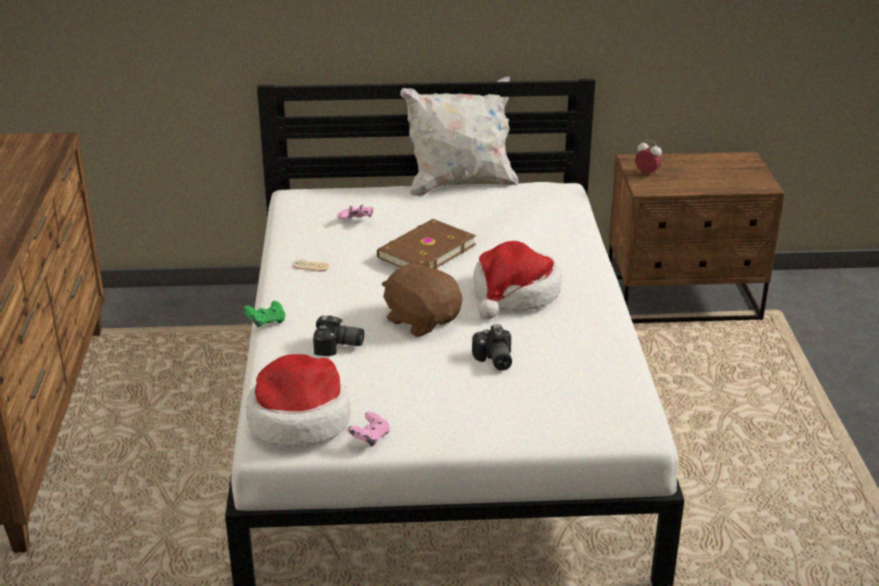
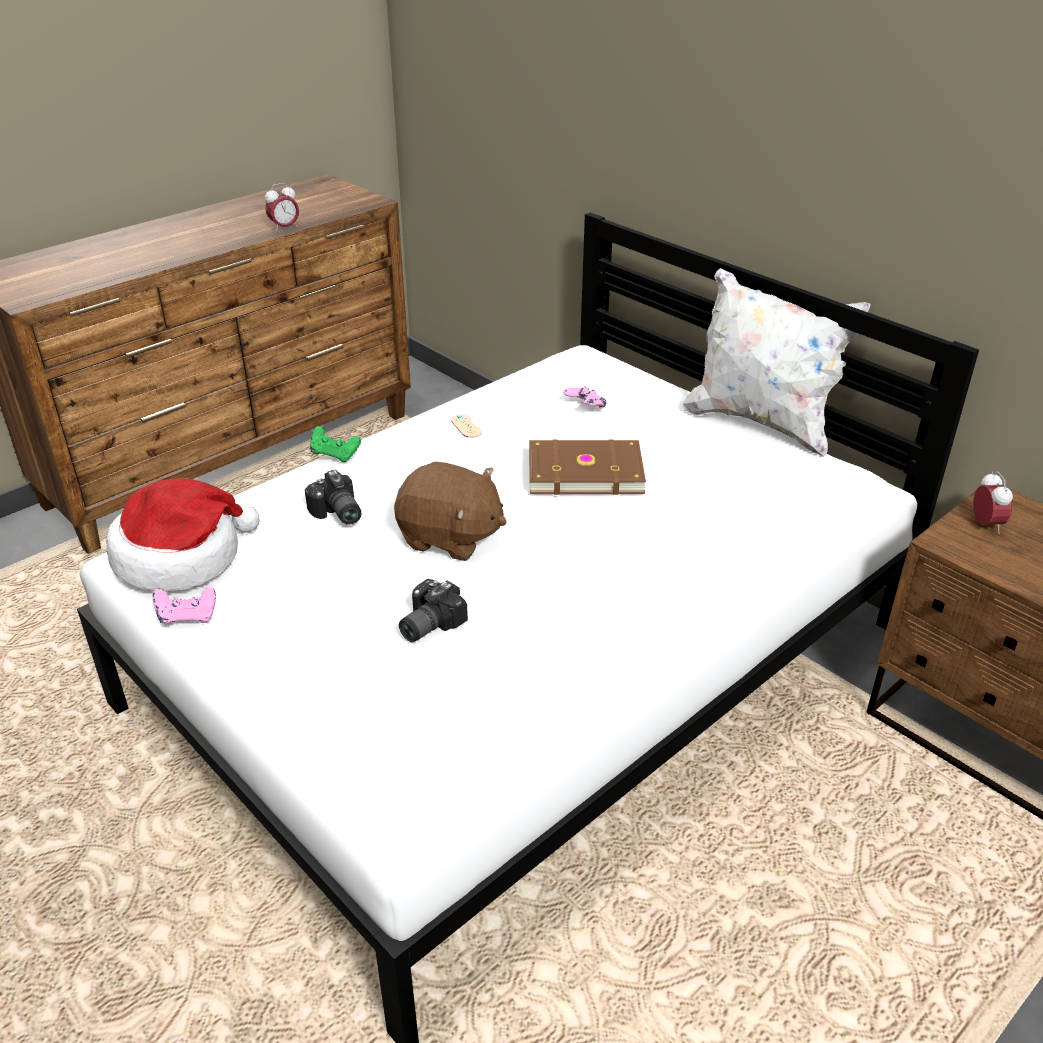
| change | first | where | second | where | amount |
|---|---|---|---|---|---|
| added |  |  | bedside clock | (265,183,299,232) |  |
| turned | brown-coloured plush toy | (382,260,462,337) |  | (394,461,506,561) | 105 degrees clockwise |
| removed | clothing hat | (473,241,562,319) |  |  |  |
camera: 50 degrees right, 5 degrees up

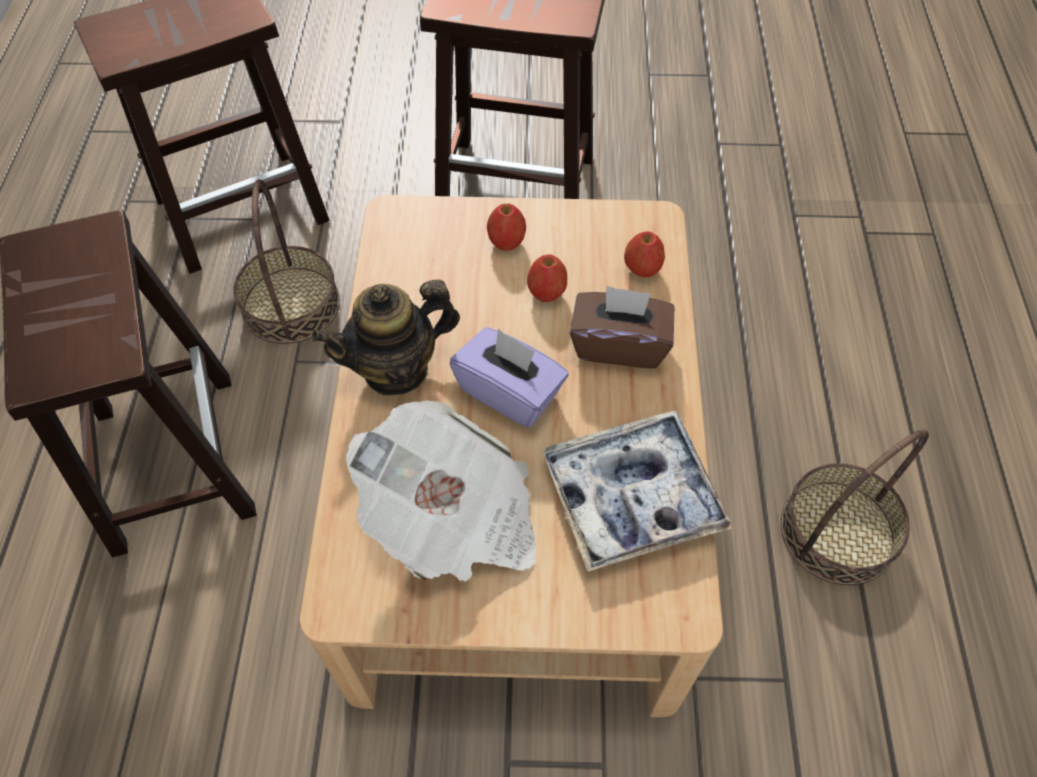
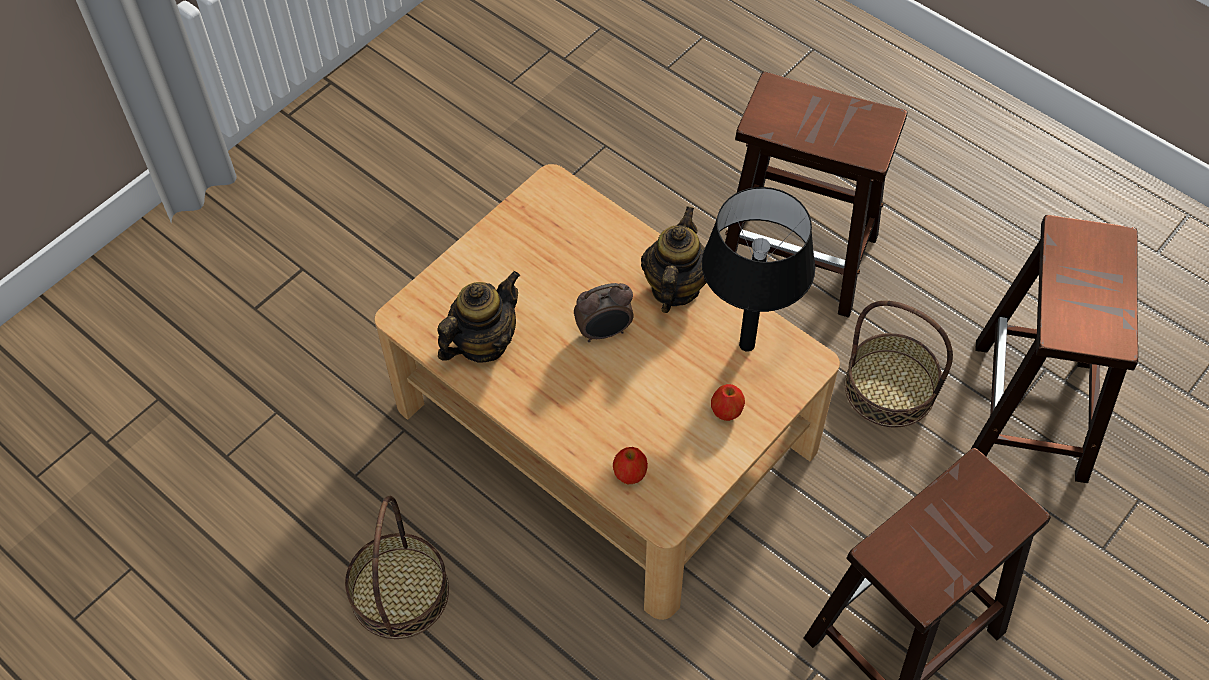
| change | first | where | second | where | amount |
|---|---|---|---|---|---|
| replaced | tray | (543,410,732,571) | teapot | (437,271,520,363) |  |
| replaced | purple tissue box | (450,328,568,428) | bedside clock | (574,283,634,342) |  |
| added |  |  | blackish lamp for a table | (702,187,815,352) |  |
| removed | printed paper | (346,400,537,582) |  |  |  |
| removed | whole apple | (527,254,567,302) |  |  |  |
| removed | brown-coloured tissue box | (570,286,674,368) |  |  |  |
camera: 130 degrees right, 0 degrees up

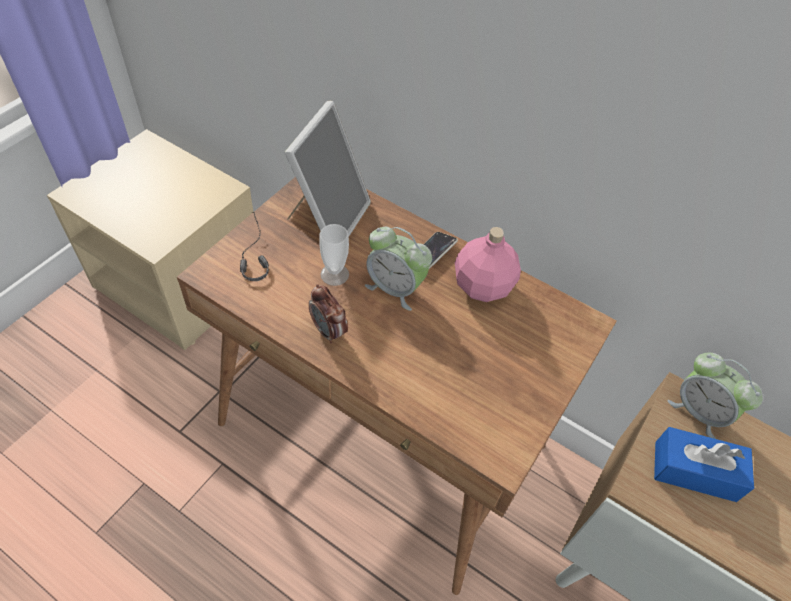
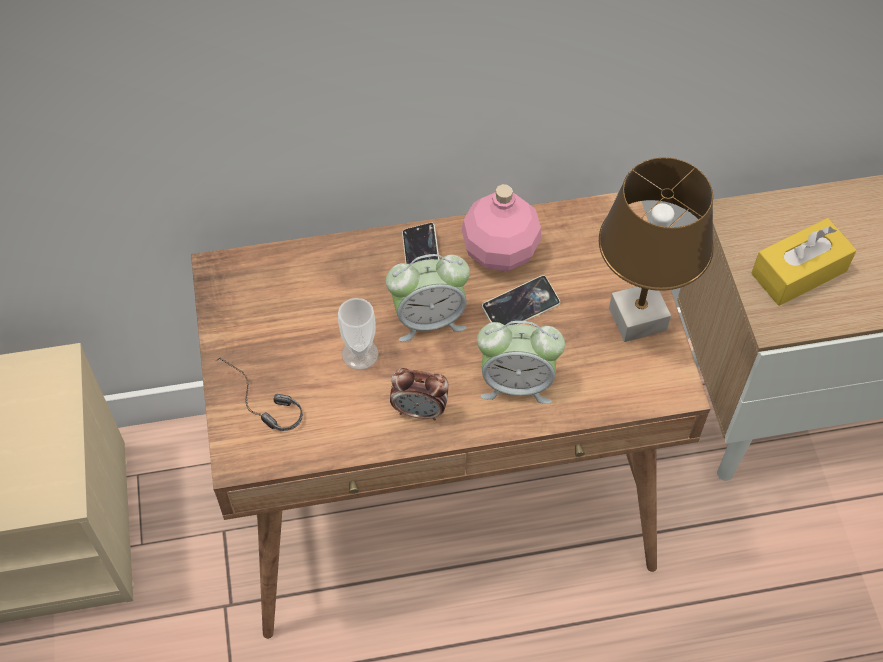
| change | first | where | second | where | amount |
|---|---|---|---|---|---|
| moved | bedside clock | (668,353,763,439) |  | (477,321,565,404) |  |
| added |  |  | telephone | (482,275,560,325) |  |
| added |  |  | brown-coloured lamp for a table | (599,157,713,342) |  |
| recoloured | bluish tissue box | (654,427,754,502) | yellow-coloured tissue box | (751,218,857,306) |  |
| removed | photo frame | (285,101,371,236) |  |  |  |
camera: 40 degrees left, 5 degrees up

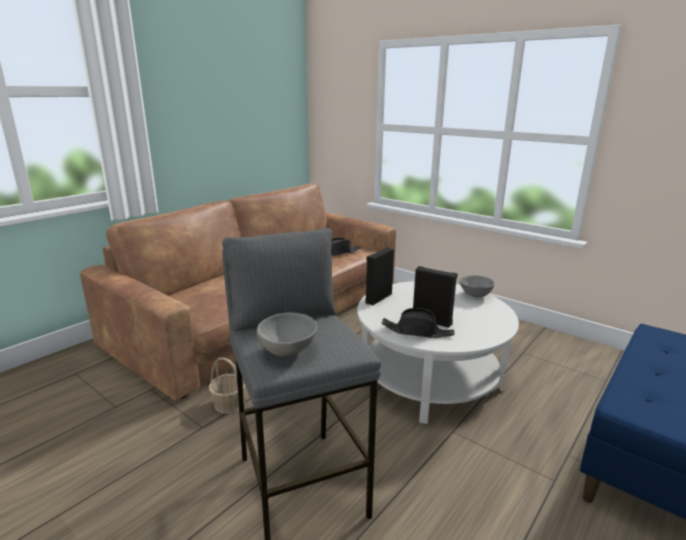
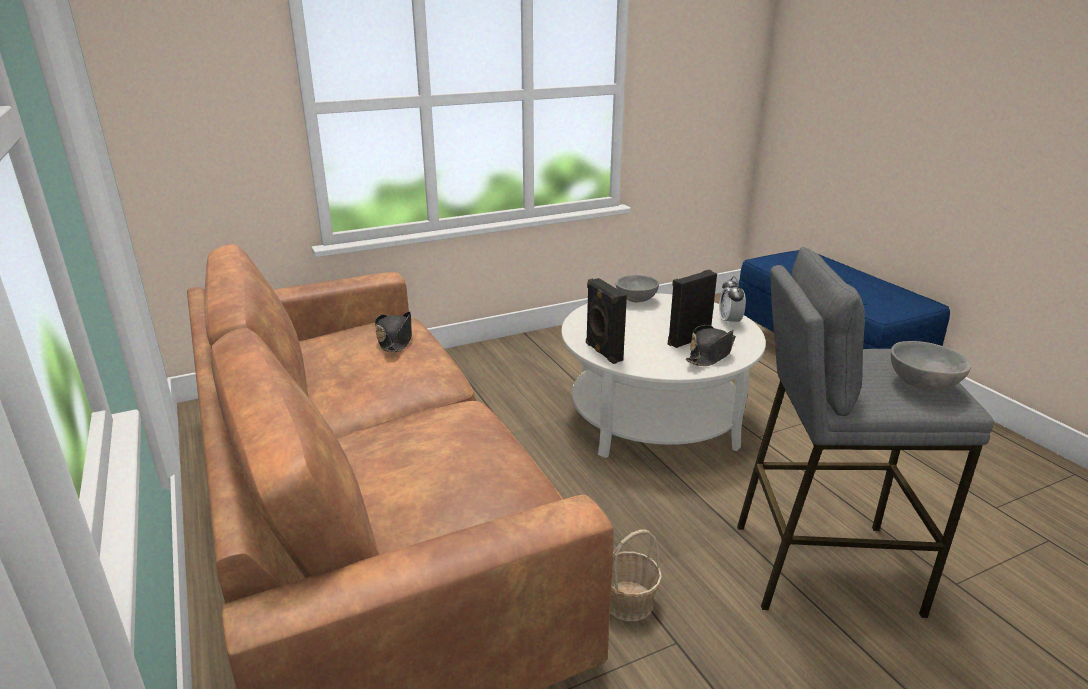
| change | first | where | second | where | amount |
|---|---|---|---|---|---|
| added |  |  | bedside clock | (719,276,746,326) |  |
camera: 65 degrees left, 5 degrees up

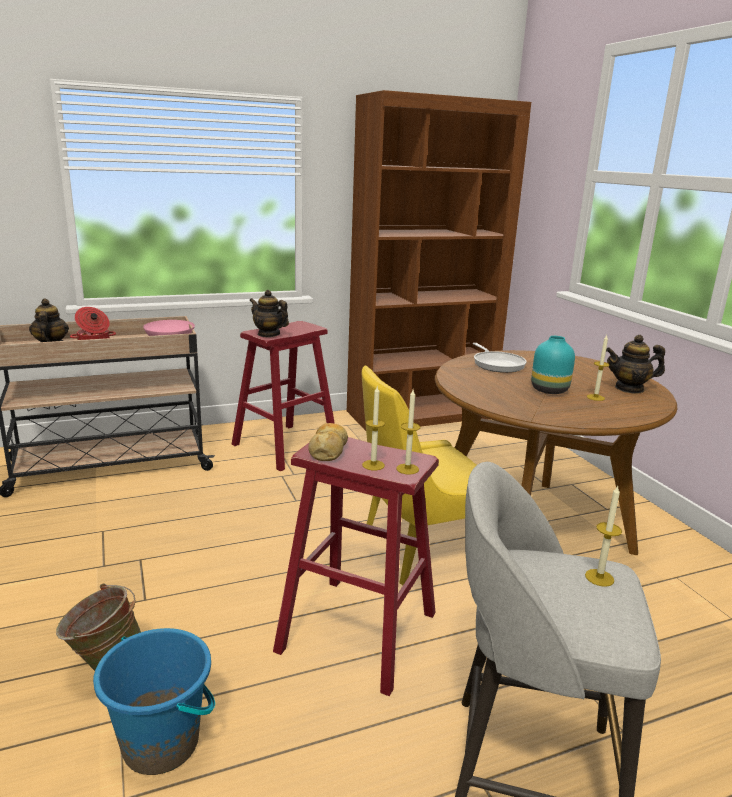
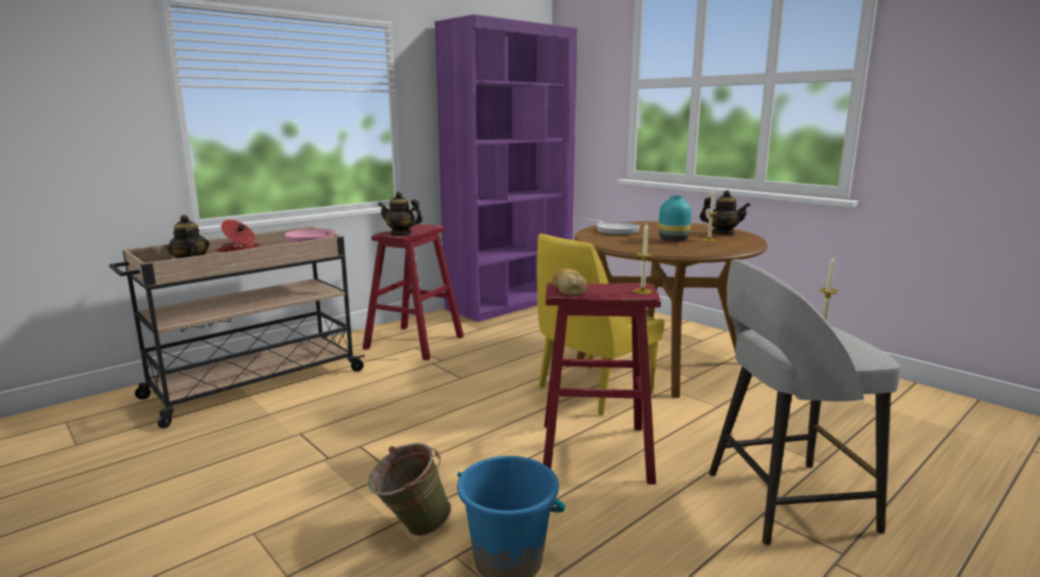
| change | first | where | second | where | amount |
|---|---|---|---|---|---|
| recoloured | brown-coloured bookcase | (347,90,531,431) | purple bookcase | (435,14,577,322) |  |
| turned | teapot | (606,335,665,393) |  | (700,190,751,235) | 135 degrees counterclockwise |
| removed | wax light | (362,387,385,470) |  |  |  |
camera: 20 degrees left, 5 degrees down

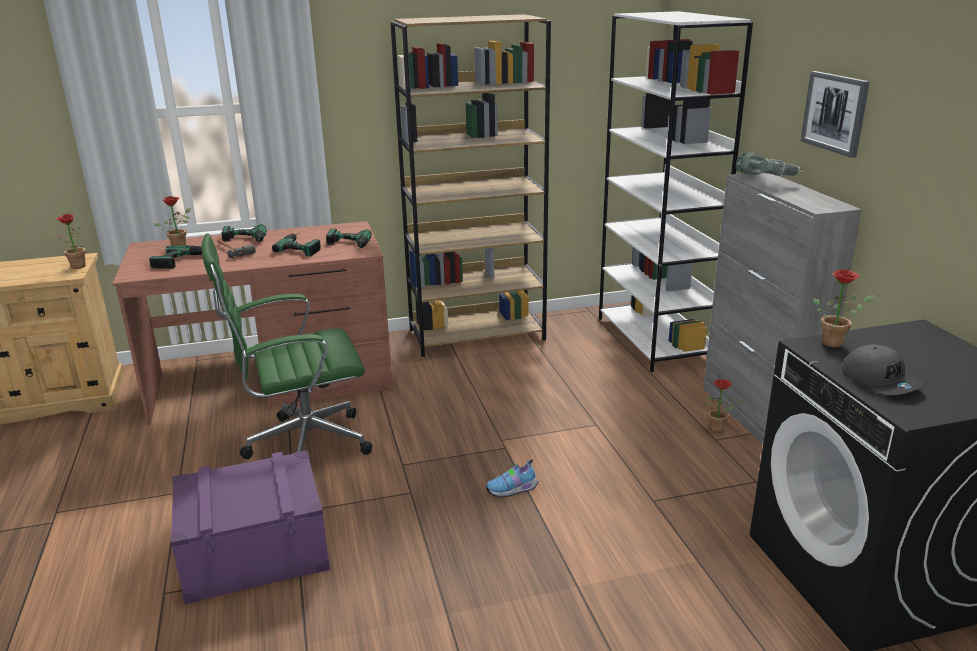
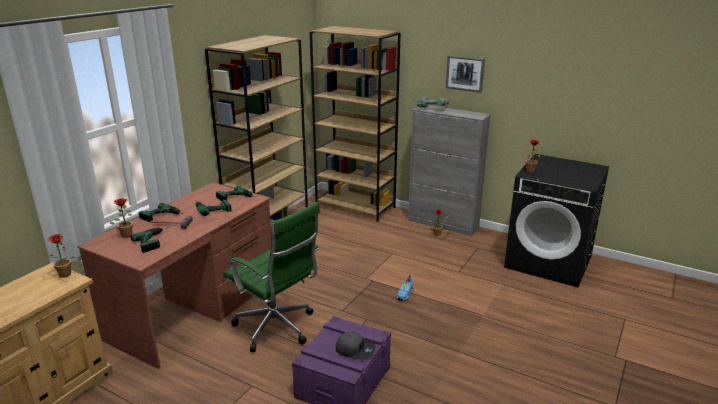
| change | first | where | second | where | amount |
|---|---|---|---|---|---|
| turned | greenish computer chair | (202,234,372,459) |  | (223,202,320,352) | 75 degrees counterclockwise |
| recoloured | white-coloured bookcase | (599,11,753,372) | brown-coloured bookcase | (310,26,401,222) |  |
| moved | greyish cap | (842,344,925,395) |  | (336,332,376,360) |  |
camera: 45 degrees left, 0 degrees up

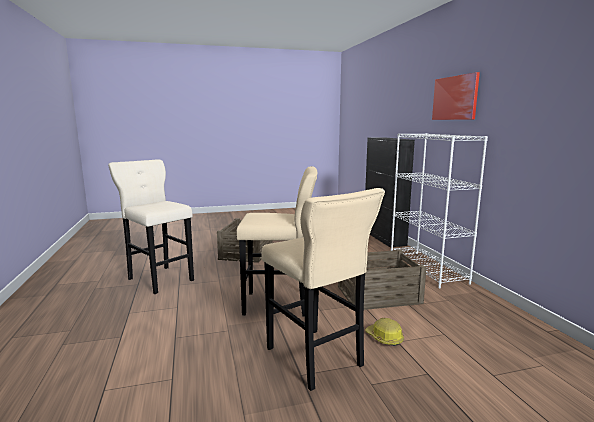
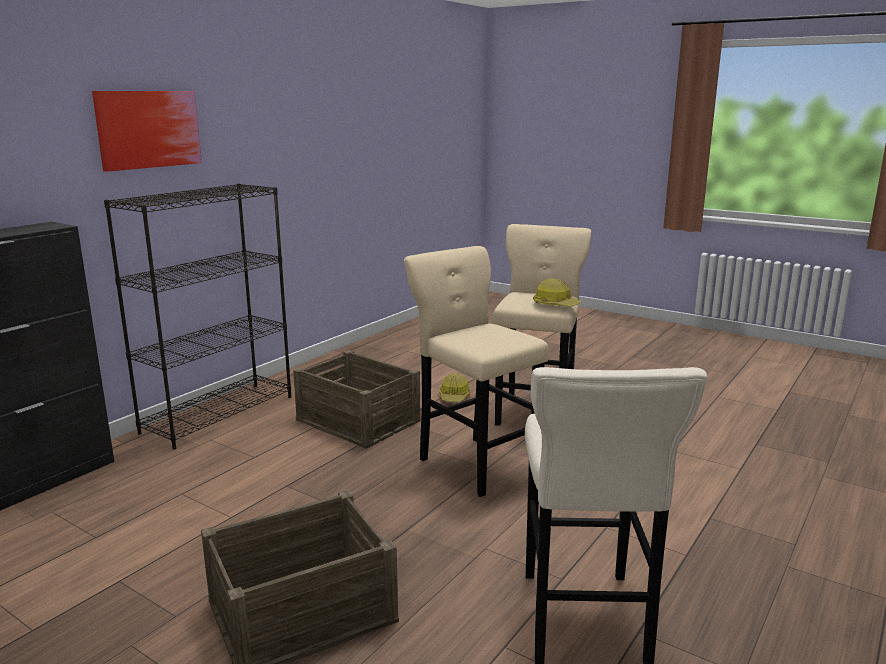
| change | first | where | second | where | amount |
|---|---|---|---|---|---|
| recoloured | white-coloured bookcase | (391,133,488,288) | blackish bookcase | (104,183,291,449) |  |
| added |  |  | hard hat | (533,278,581,306) |  |
camera: 130 degrees left, 5 degrees up

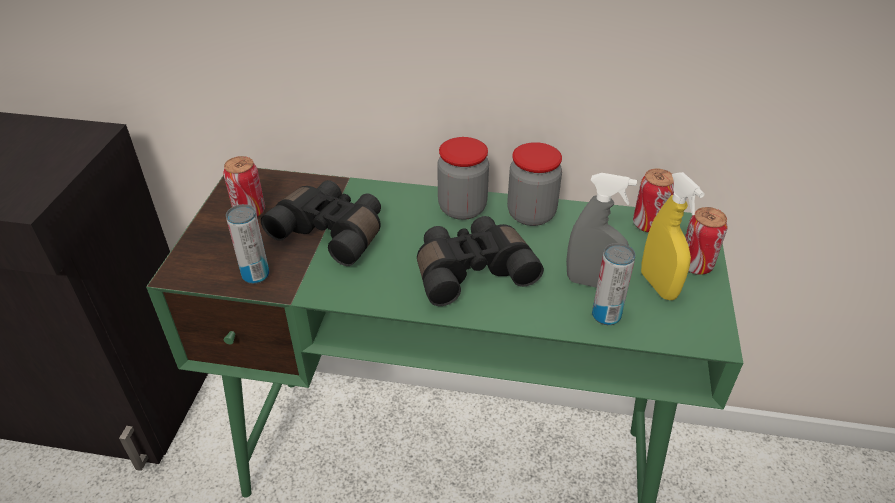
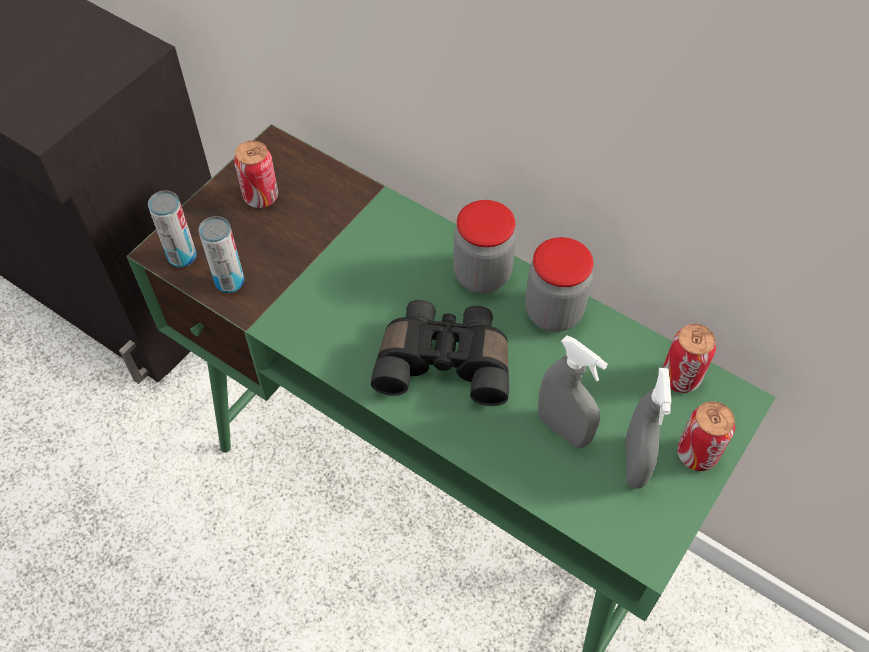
| change | first | where | second | where | amount |
|---|---|---|---|---|---|
| moved | metal can | (592,243,636,325) |  | (148,190,197,268) |  |
| recoloured | yellow-coloured sprayer | (641,172,705,300) | greyish sprayer | (625,368,671,489) |  |
| removed | blackish pair of binoculars | (261,180,381,266) |  |  |  |
camera: 25 degrees right, 15 degrees up

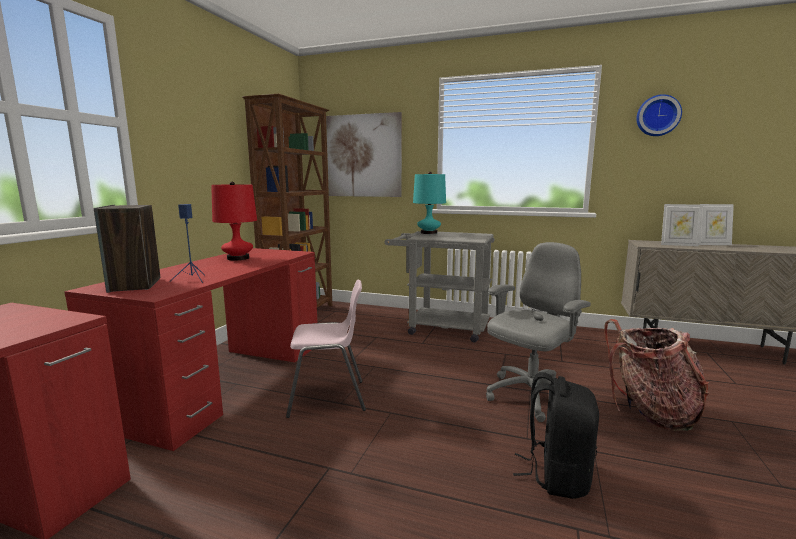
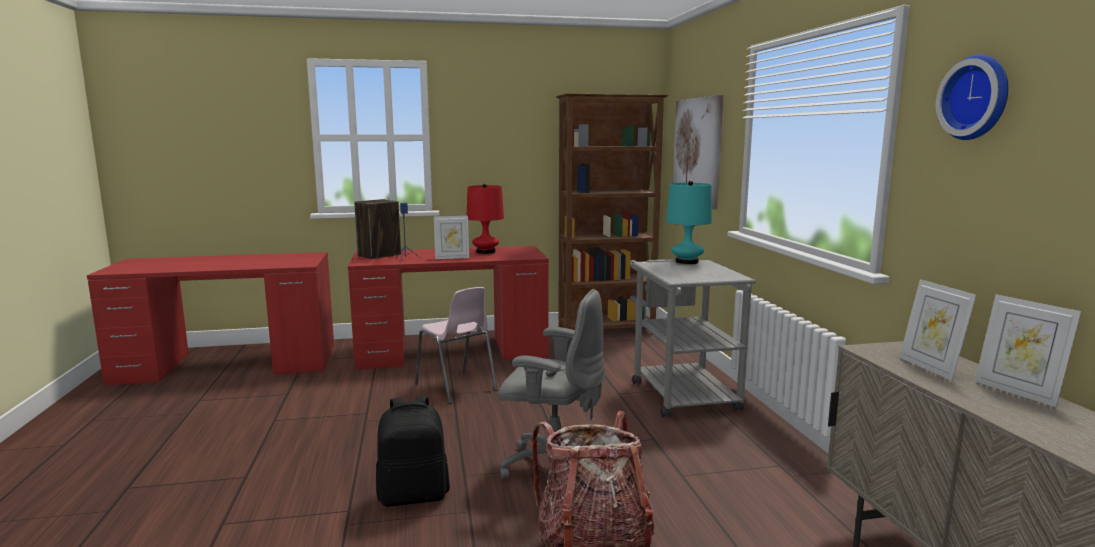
| change | first | where | second | where | amount |
|---|---|---|---|---|---|
| added |  |  | photo frame | (434,216,469,259) |  |
camera: 60 degrees right, 0 degrees up

